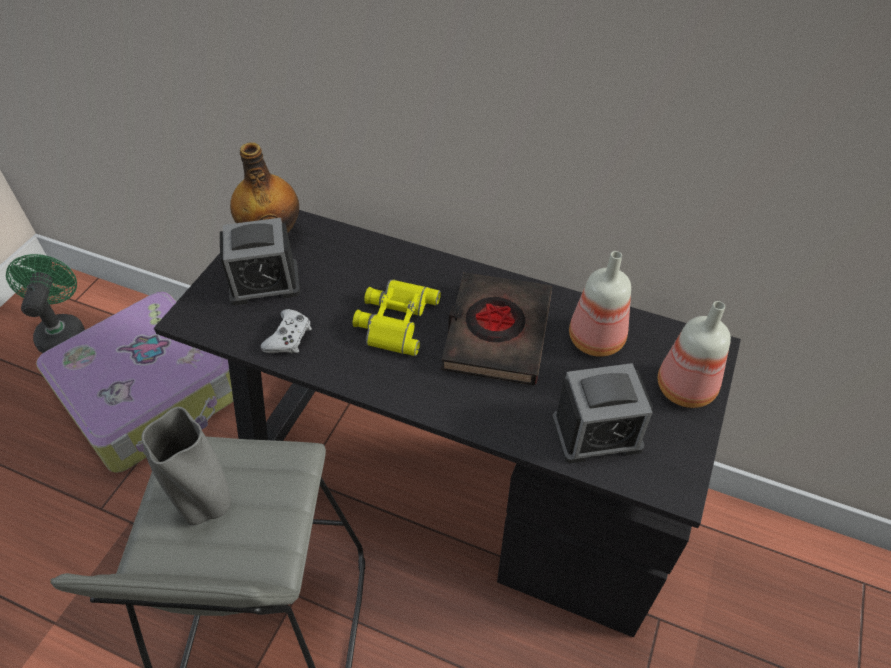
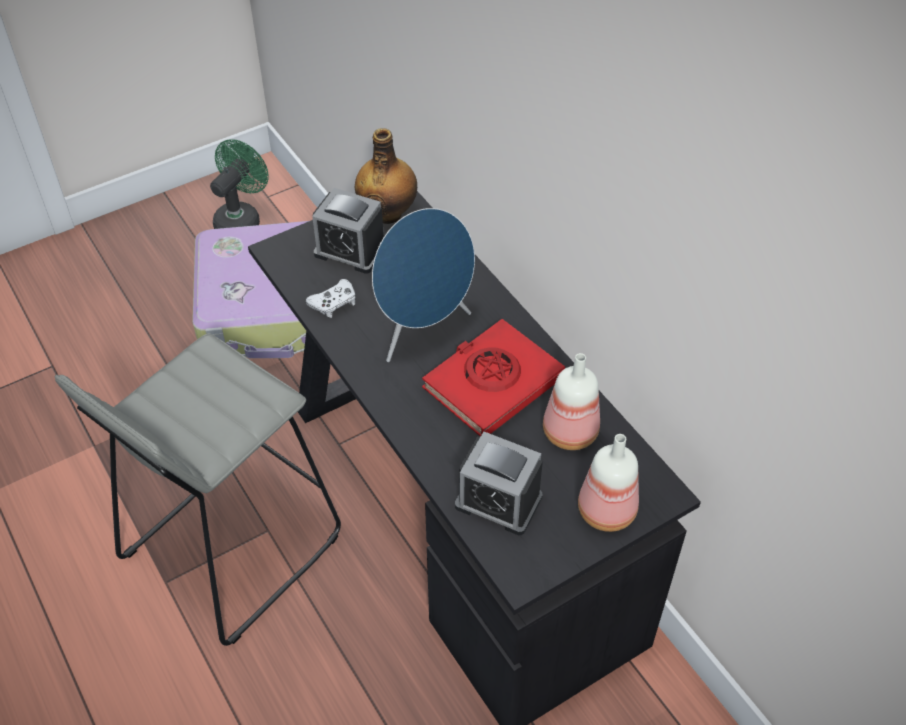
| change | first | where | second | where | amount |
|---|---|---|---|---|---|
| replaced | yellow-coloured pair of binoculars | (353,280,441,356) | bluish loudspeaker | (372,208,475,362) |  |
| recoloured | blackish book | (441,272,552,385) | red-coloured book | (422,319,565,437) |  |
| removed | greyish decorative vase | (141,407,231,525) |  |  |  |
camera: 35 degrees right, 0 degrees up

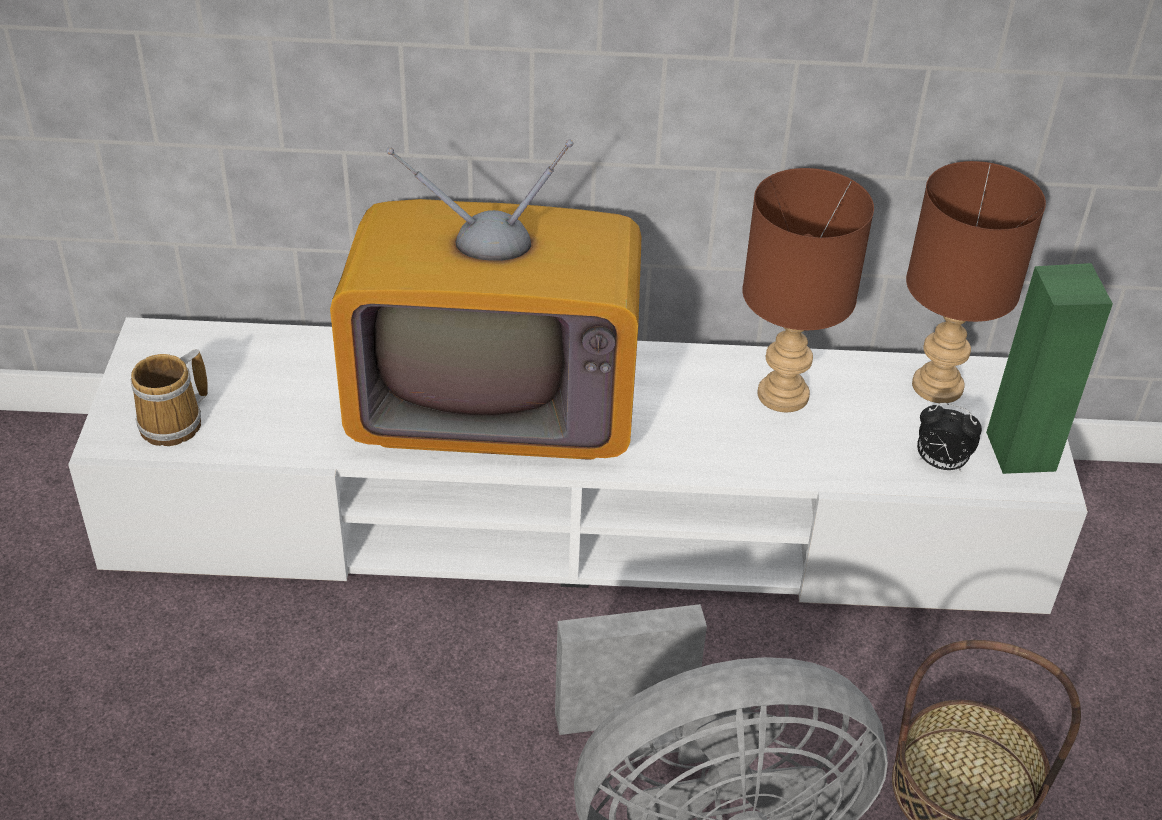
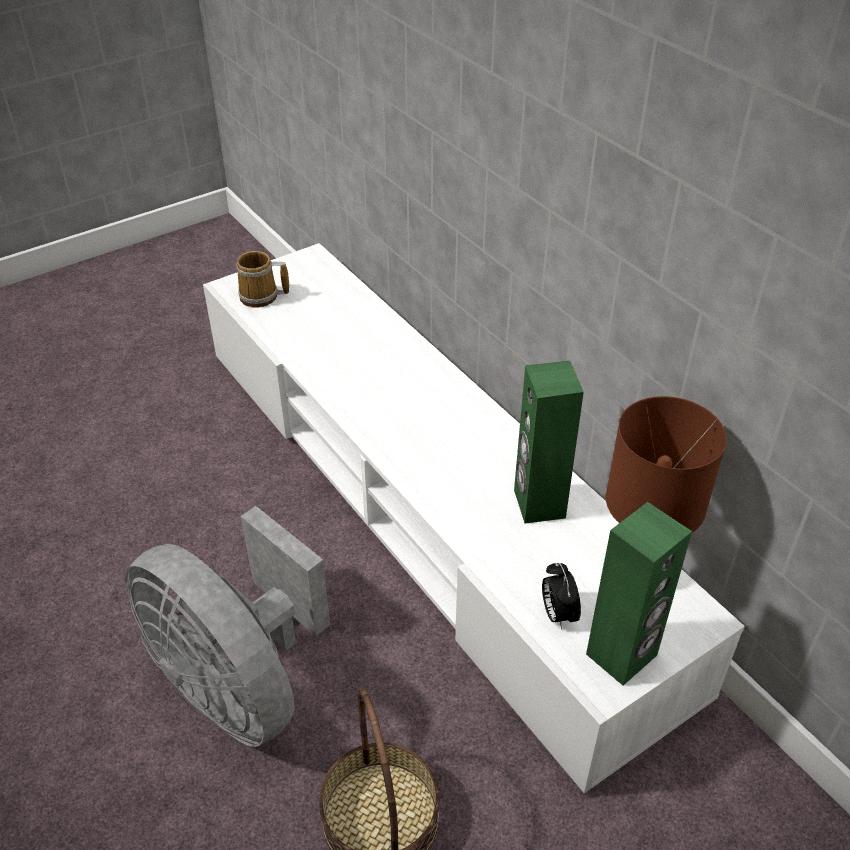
| change | first | where | second | where | amount |
|---|---|---|---|---|---|
| replaced | brown-coloured lamp for a table | (742,168,874,412) | greenish loudspeaker | (514,361,584,524) |  |
| removed | television | (330,140,641,460) |  |  |  |
camera: 55 degrees right, 0 degrees up

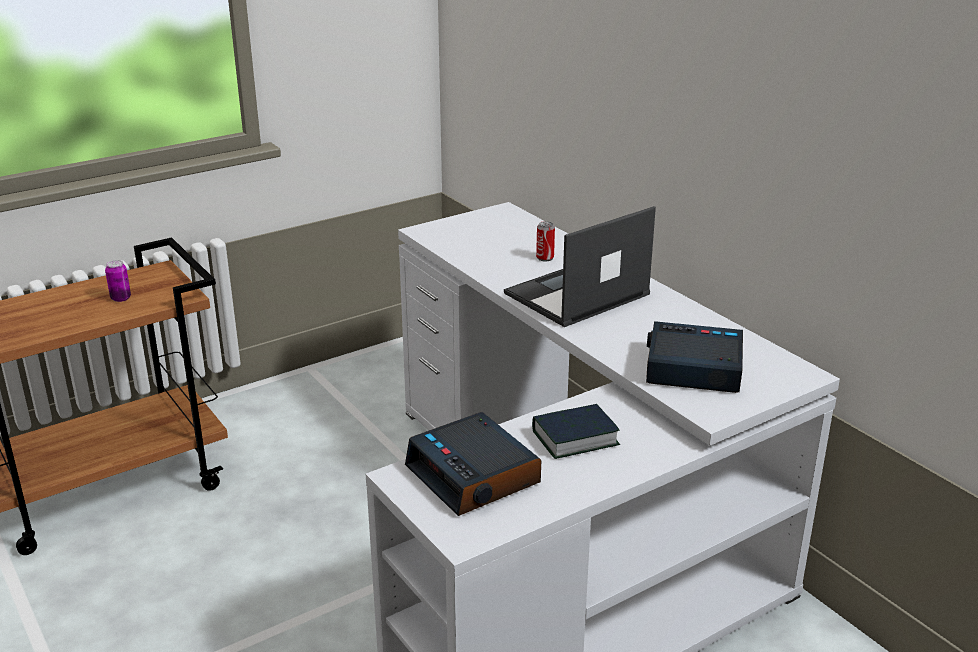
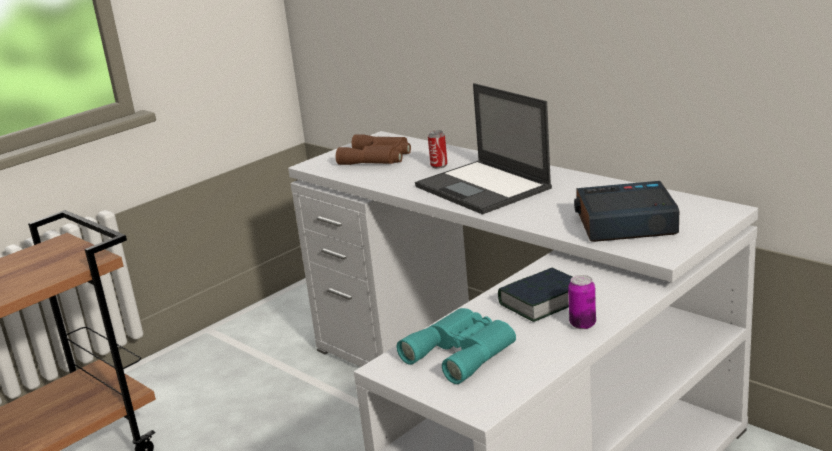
| change | first | where | second | where | amount |
|---|---|---|---|---|---|
| added |  |  | brown-coloured pair of binoculars | (336,134,411,165) |  |
| replaced | bedside clock | (405,412,541,516) | turquoise pair of binoculars | (397,308,516,384) |  |
| turned | laptop | (504,206,656,327) |  | (415,83,552,215) | 75 degrees counterclockwise |
| moved | metal can | (105,260,131,302) |  | (568,275,596,329) |  |
camera: 10 degrees left, 5 degrees down

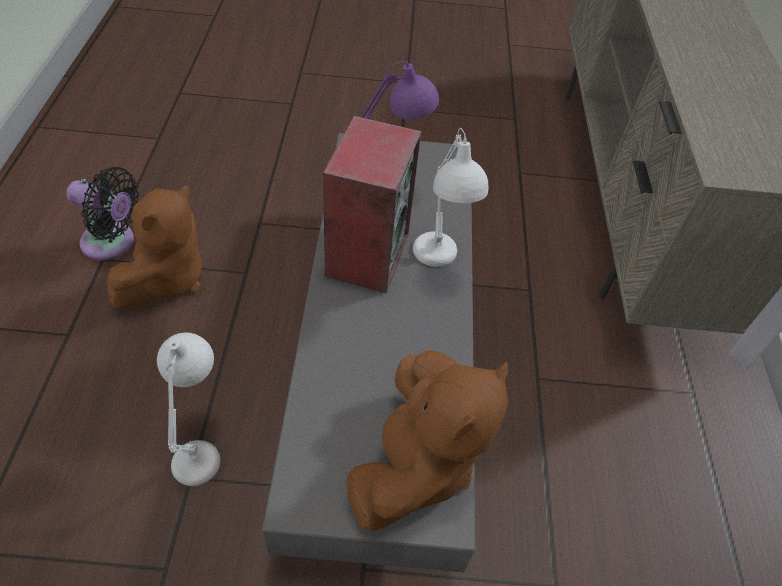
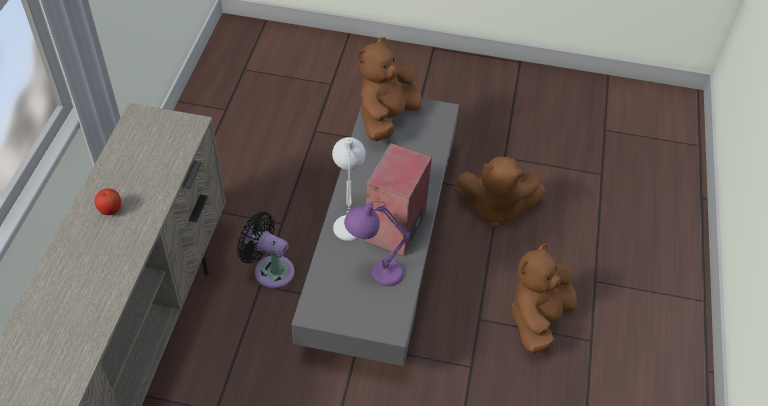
| change | first | where | second | where | amount |
|---|---|---|---|---|---|
| added |  |  | whole apple | (94,188,121,215) |  |
| moved | blackish cooling fan | (66,167,139,260) |  | (237,212,294,289) |  |
| replaced | white-coloured lamp for a table | (157,332,220,486) | brown-coloured plush toy | (455,157,546,228) |  |
camera: 170 degrees left, 0 degrees up

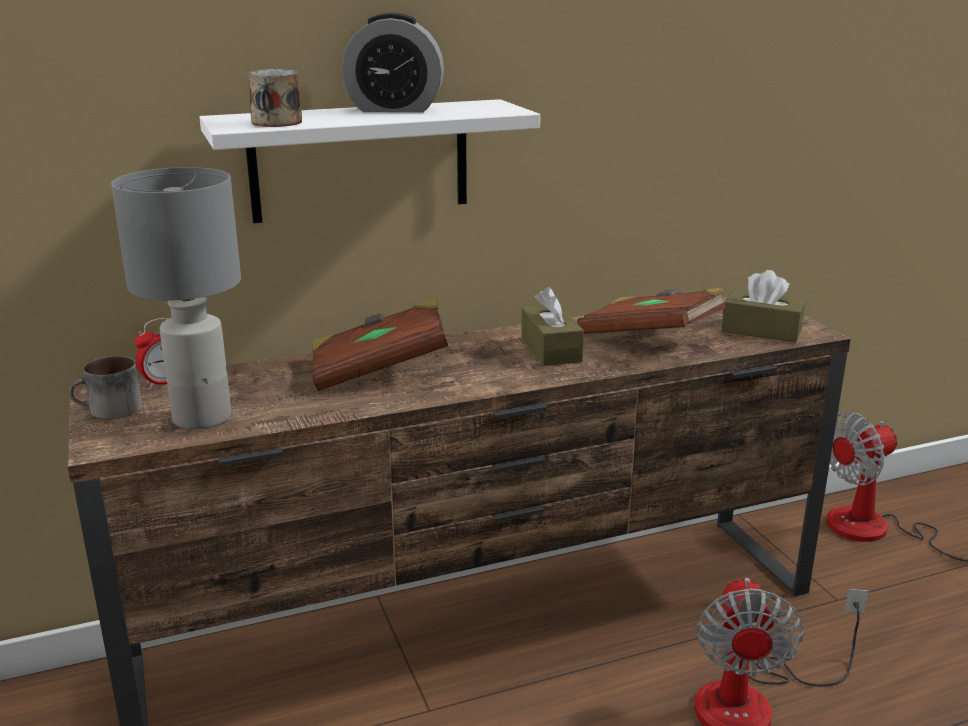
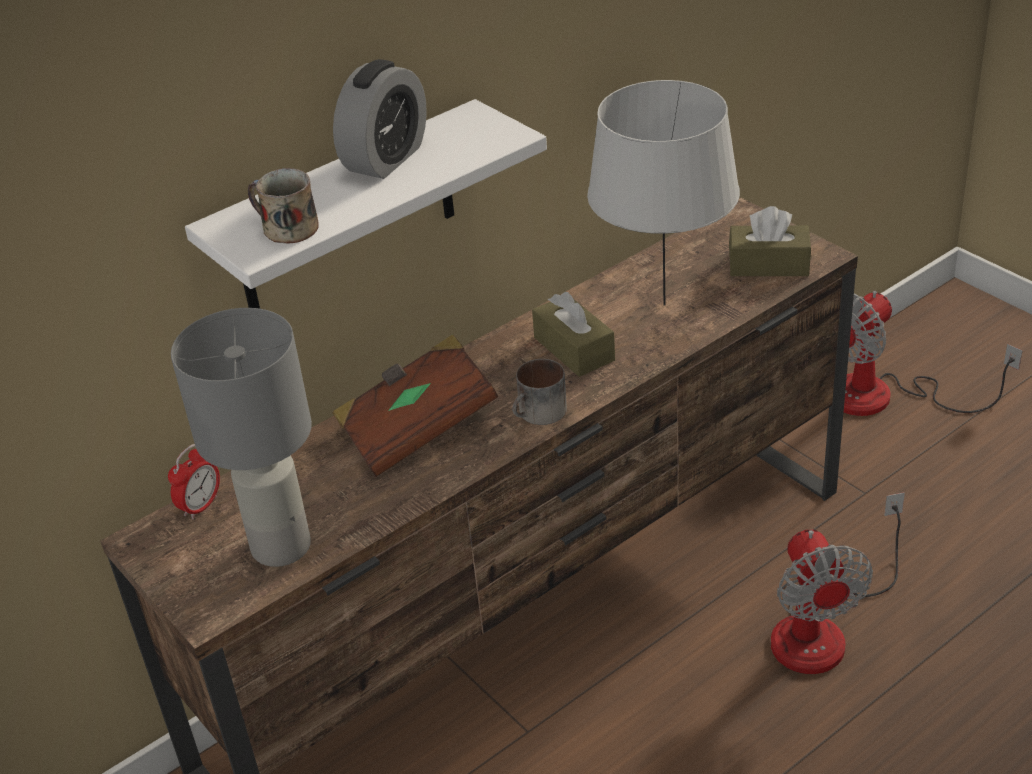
| change | first | where | second | where | amount |
|---|---|---|---|---|---|
| turned | bedside clock | (341,13,444,112) |  | (333,59,427,179) | 45 degrees counterclockwise |
| moved | coffee mug | (69,356,142,419) |  | (512,359,567,425) |  |
| replaced | brown-coloured book | (577,287,726,334) | greyish lamp for a table | (587,80,740,306) |  |
camera: 15 degrees left, 15 degrees up

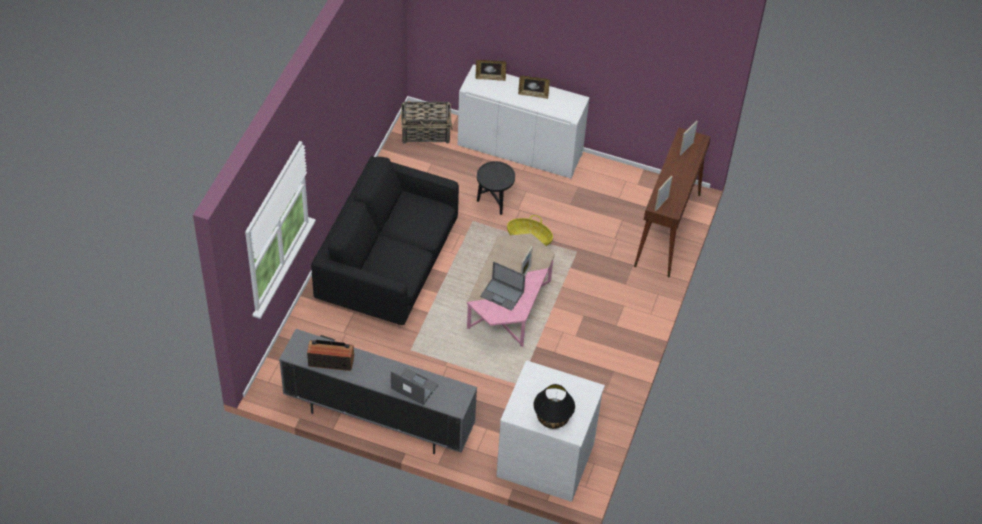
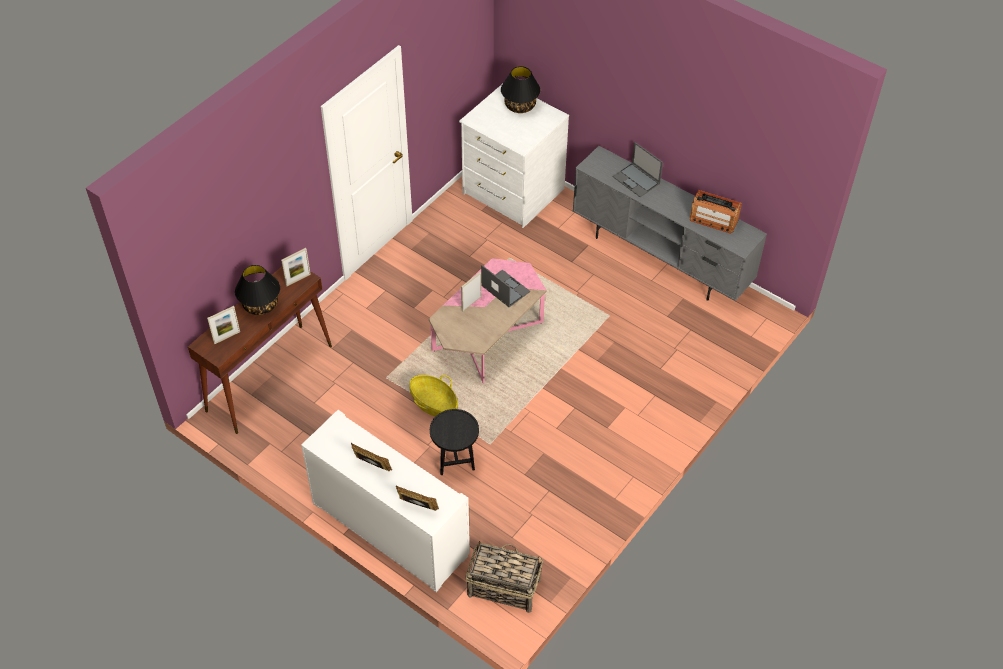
| change | first | where | second | where | amount |
|---|---|---|---|---|---|
| added |  |  | blackish lamp for a table | (235,265,280,315) |  |
| removed | blackish settee | (311,156,459,325) |  |  |  |
camera: 160 degrees left, 0 degrees up

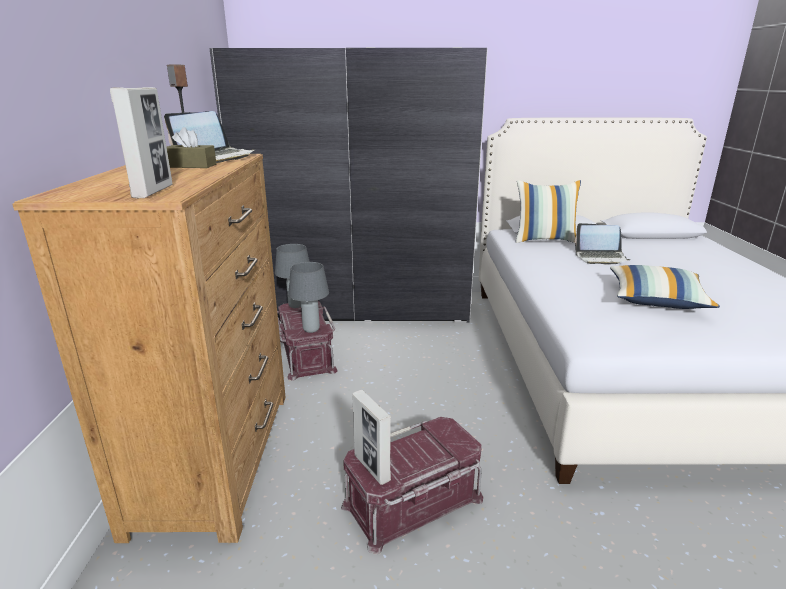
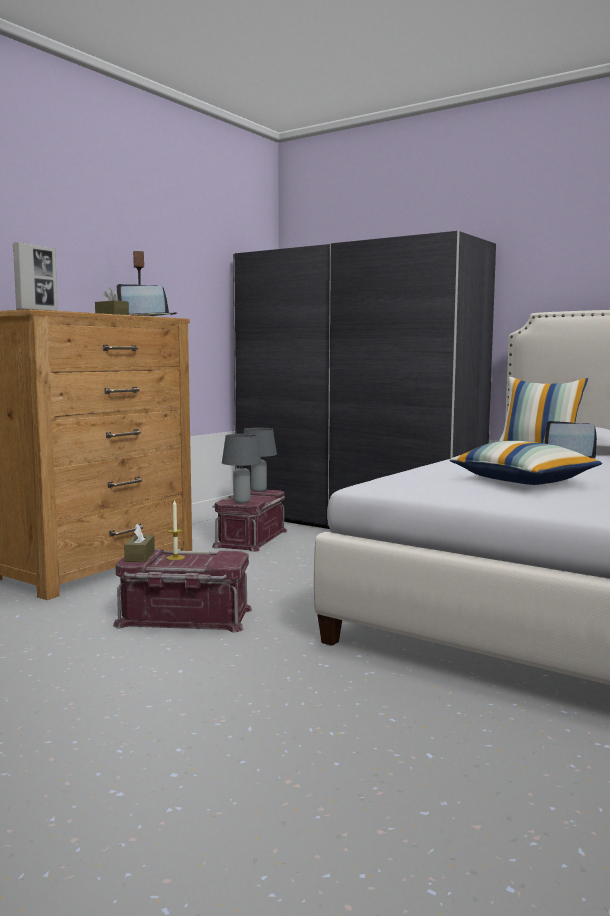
| change | first | where | second | where | amount |
|---|---|---|---|---|---|
| replaced | photo frame | (352,390,391,485) | brown-coloured tissue box | (124,523,155,562) |  |
| added |  |  | wax light | (166,499,185,560) |  |
camera: 35 degrees right, 15 degrees down

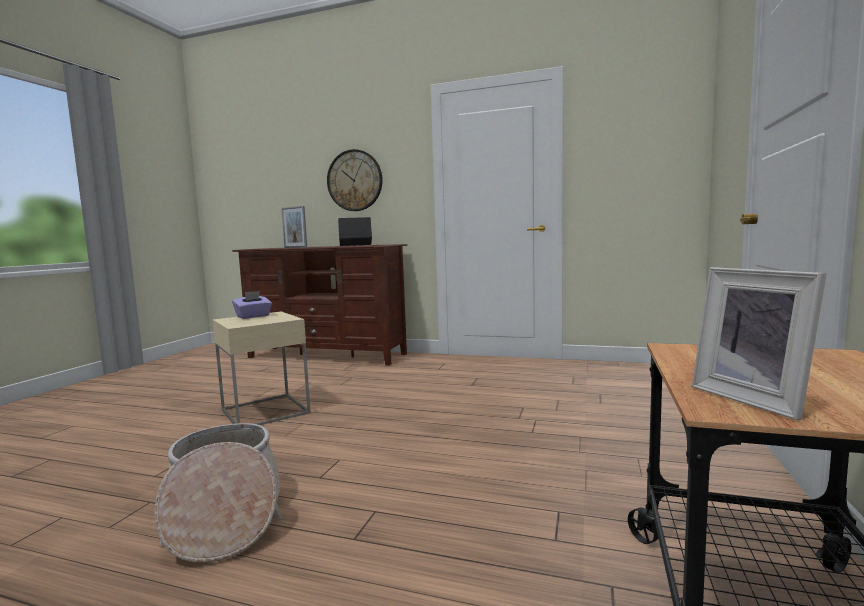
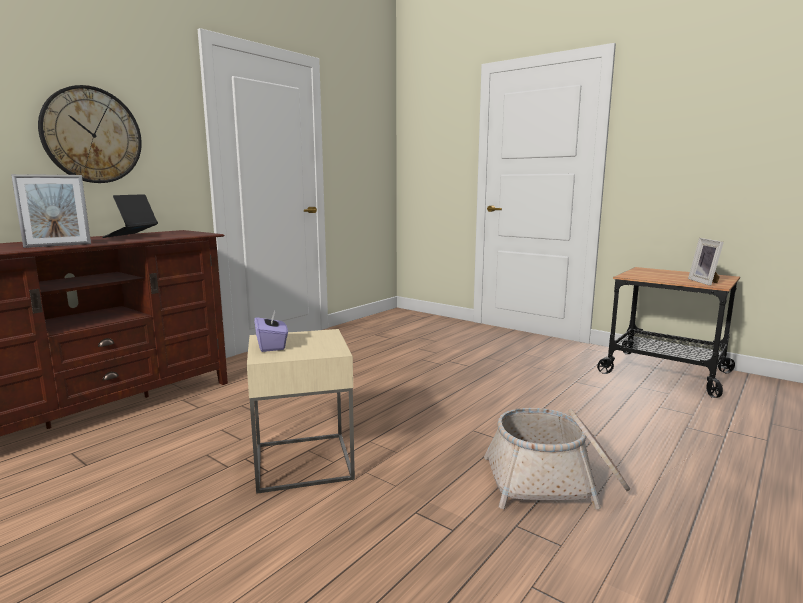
| change | first | where | second | where | amount |
|---|---|---|---|---|---|
| turned | photo frame | (692,267,827,420) |  | (688,238,724,286) | 90 degrees clockwise |
camera: 70 degrees left, 5 degrees up

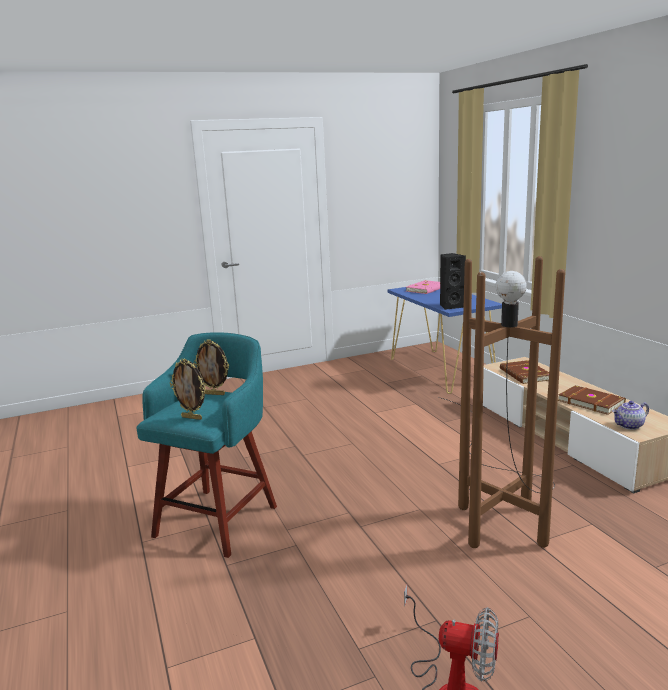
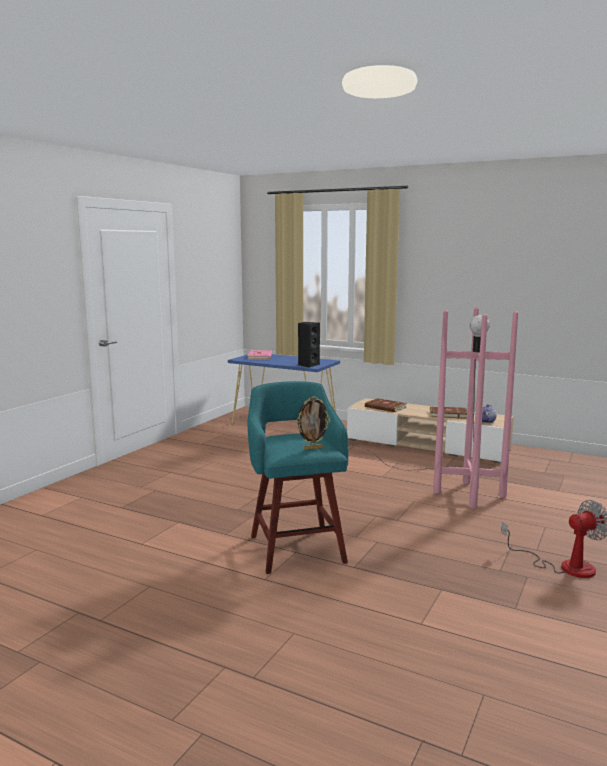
| change | first | where | second | where | amount |
|---|---|---|---|---|---|
| recoloured | brown-coloured standard lamp | (439,256,565,548) | pinkish standard lamp | (350,307,518,509) |  |
| removed | photo frame | (193,339,229,395) |  |  |  |
camera: 40 degrees left, 5 degrees down

